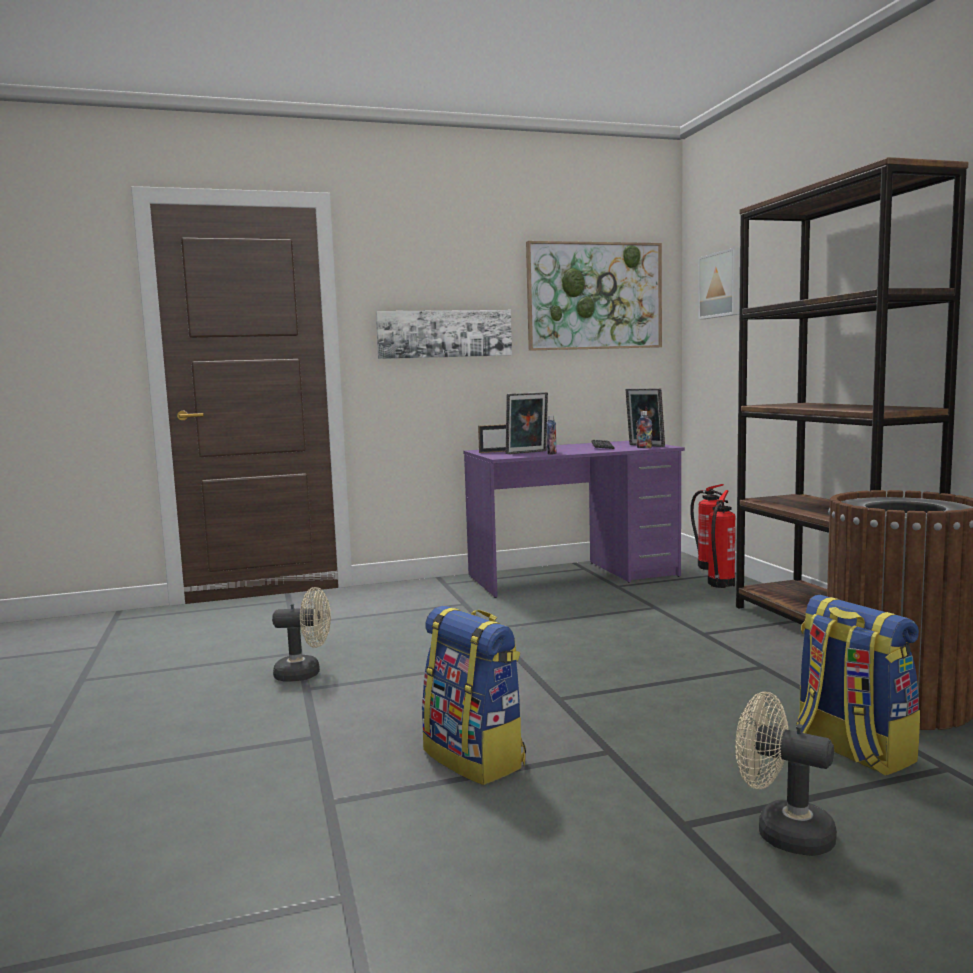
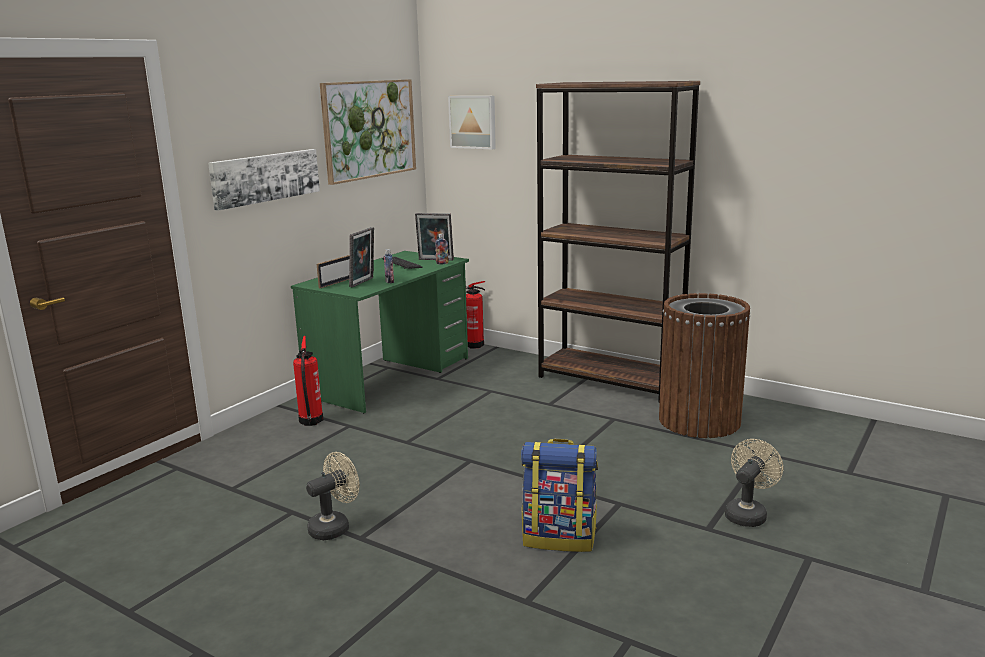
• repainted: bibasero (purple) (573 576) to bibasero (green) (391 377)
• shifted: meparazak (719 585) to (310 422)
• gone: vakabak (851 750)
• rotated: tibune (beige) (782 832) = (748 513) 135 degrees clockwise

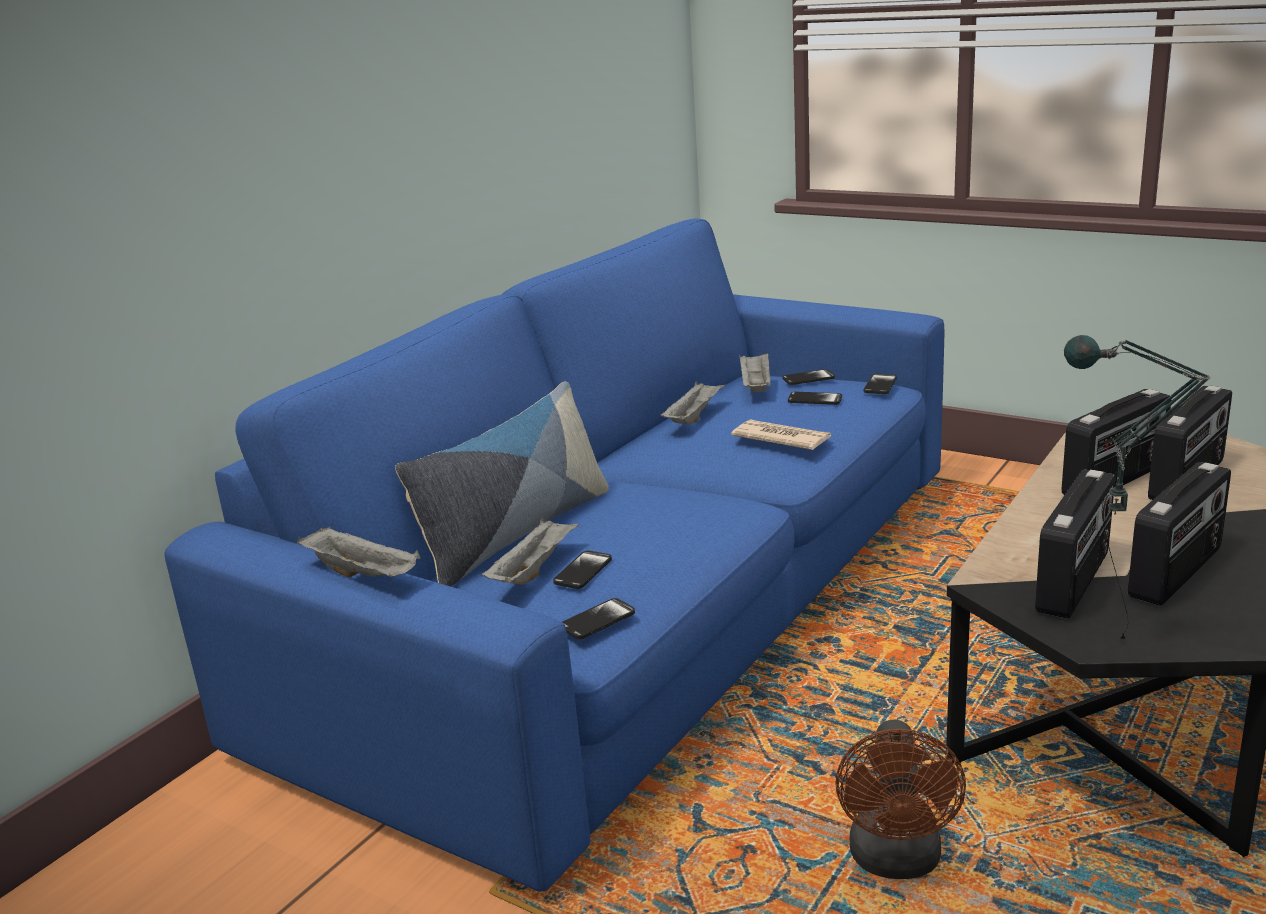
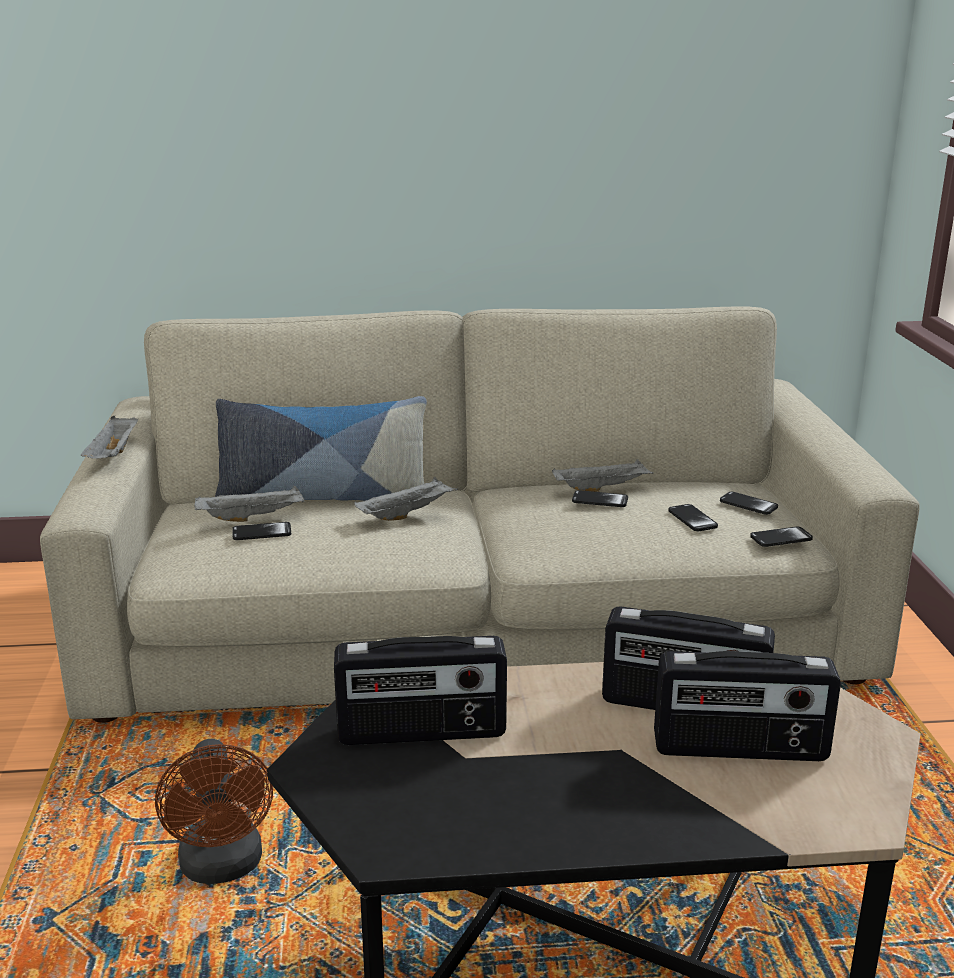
• repainted: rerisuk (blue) (642 599) to rerisuk (beige) (476 622)
• gone: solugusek (1108 650)
• shifted: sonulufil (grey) (755 386) to (407 514)
• gone: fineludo (781 438)
• gone: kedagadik (1177 573)
• shifted: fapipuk (597 620) to (600 500)
• rotated: tibune (brown) (896 862) = (223 868) 75 degrees counterclockwise

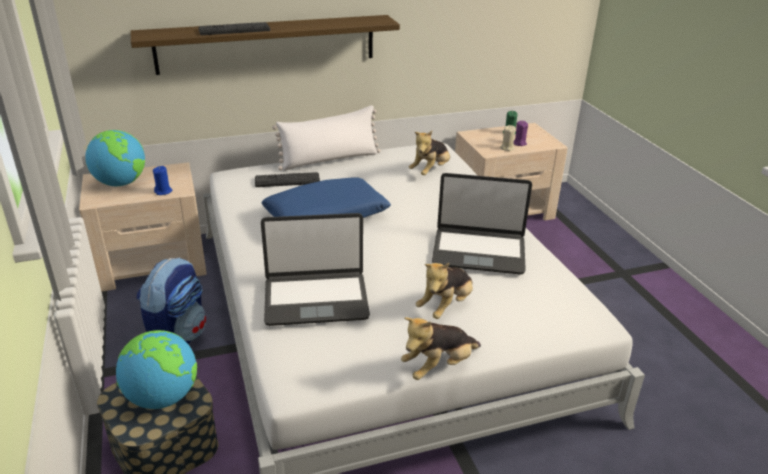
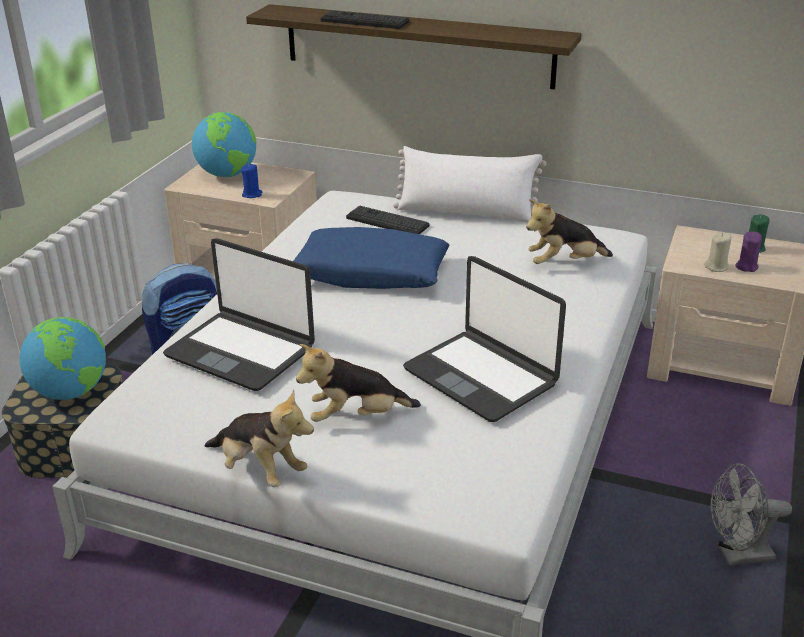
• rotated: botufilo (439 366) = (260 469) 150 degrees counterclockwise
• new: tibune (grey) (737 555)

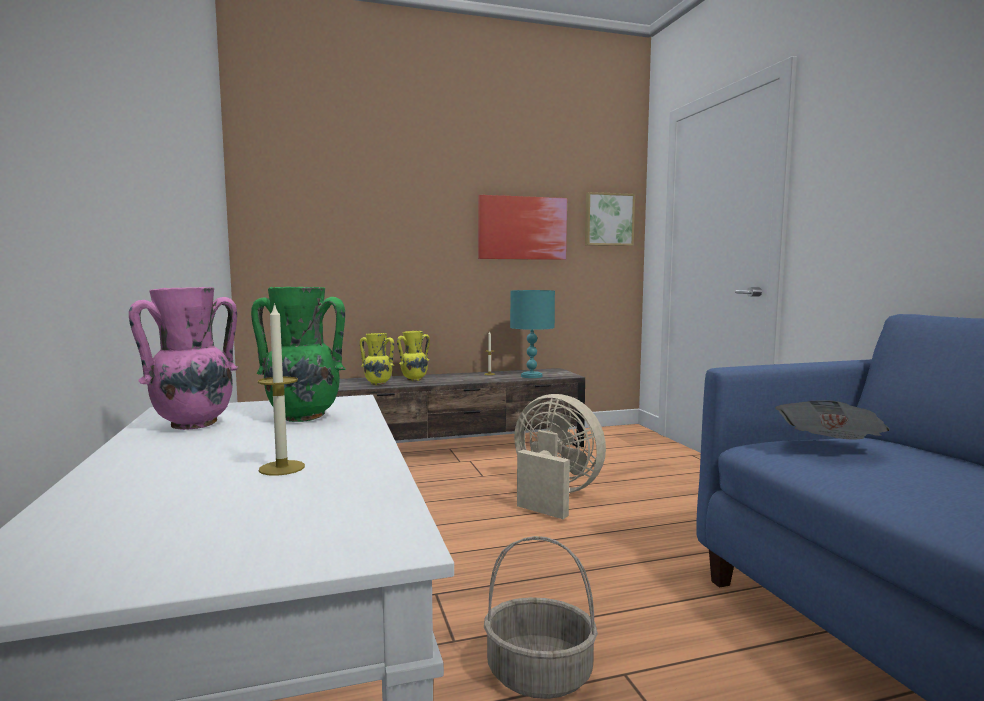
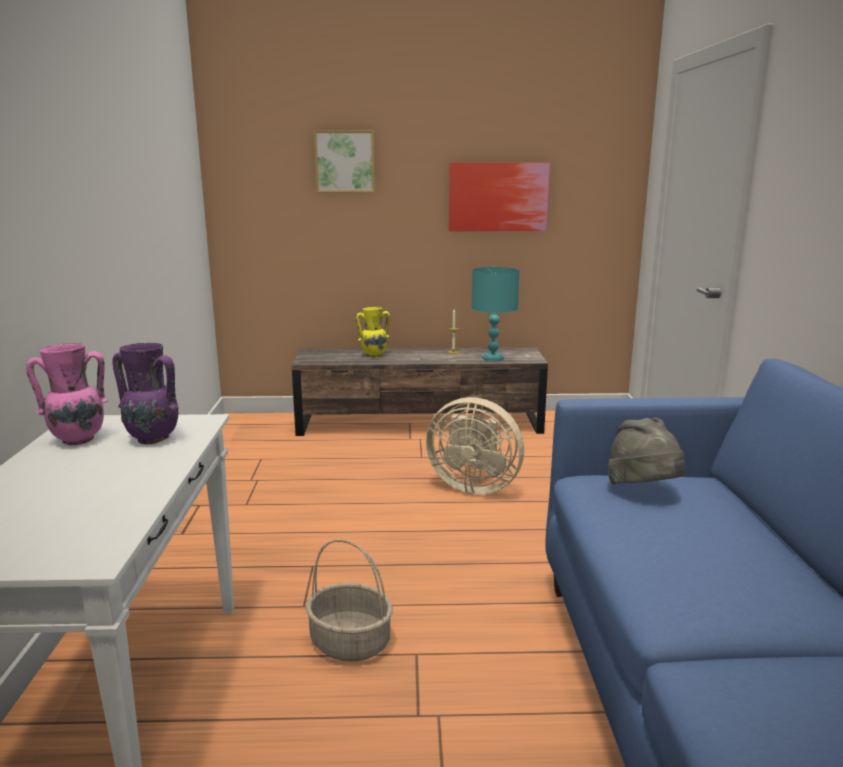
• shifted: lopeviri (608 219) to (345 161)
• repainted: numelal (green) (302 417) to numelal (purple) (152 439)
• gone: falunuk (282 468)
• gone: numelal (yellow) (377 384)
• rotated: tibune (beige) (553 495) = (473 486) 150 degrees clockwise
• swapped: fineludo (829 448) to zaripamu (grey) (643 491)

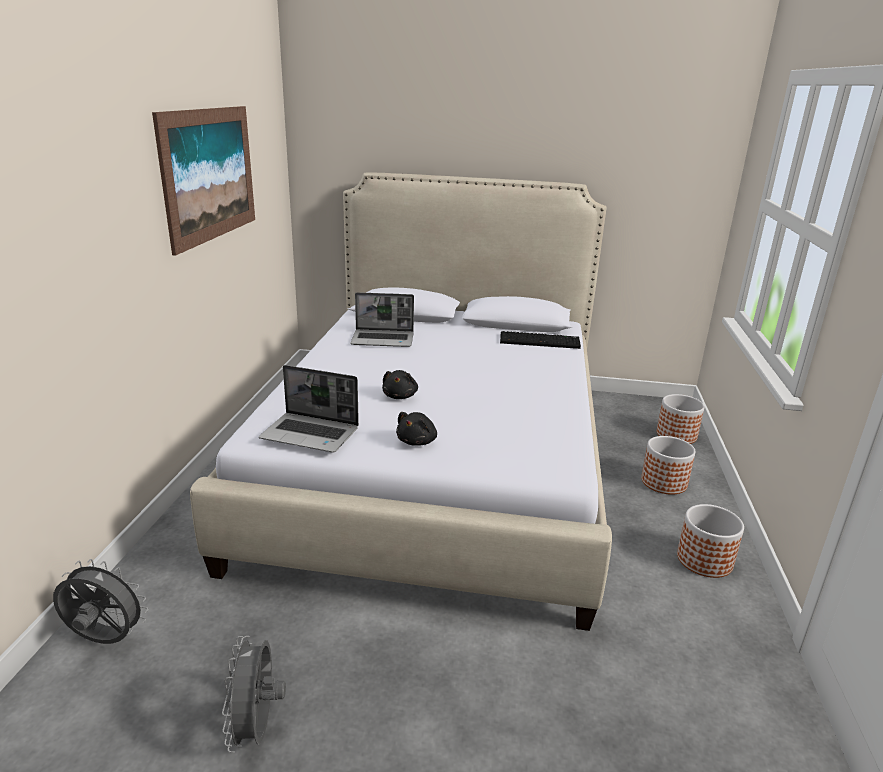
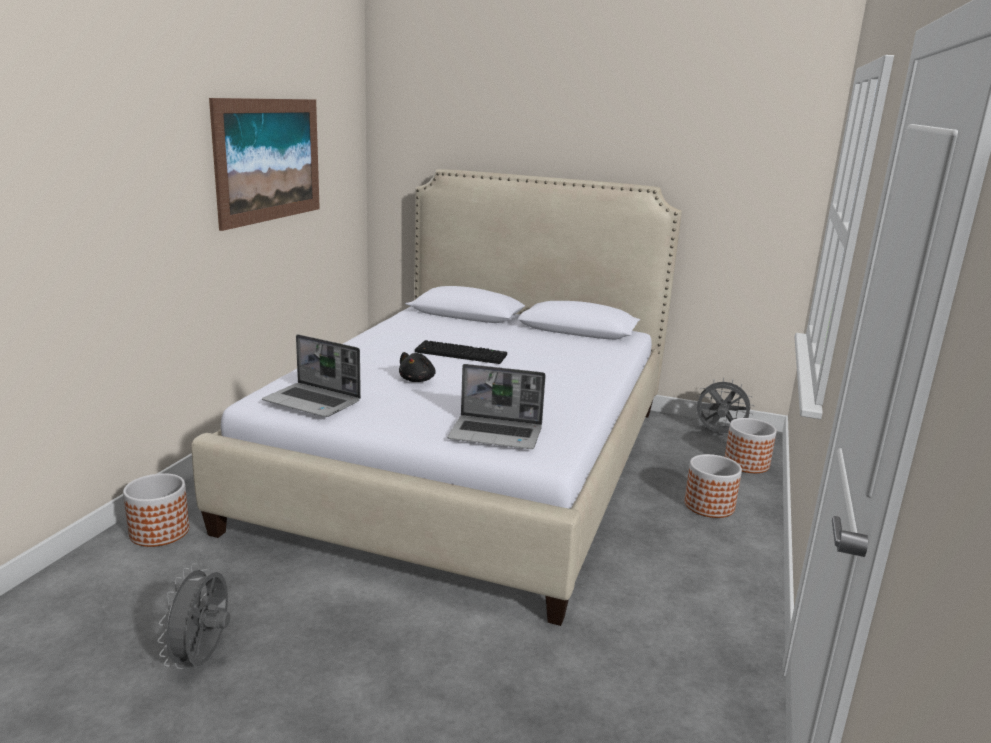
• shifted: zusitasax (383 339) to (497 434)
• shifted: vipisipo (540 341) to (462 353)
• gone: botufilo (black) (417 441)
• shifted: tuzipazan (704 560) to (159 532)
• shifted: tibune (grey) (104 640) to (718 433)

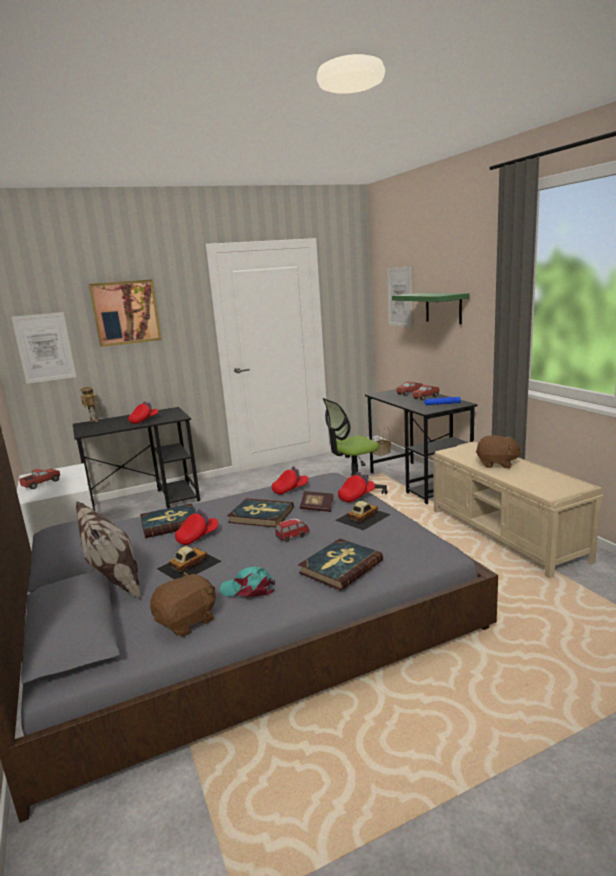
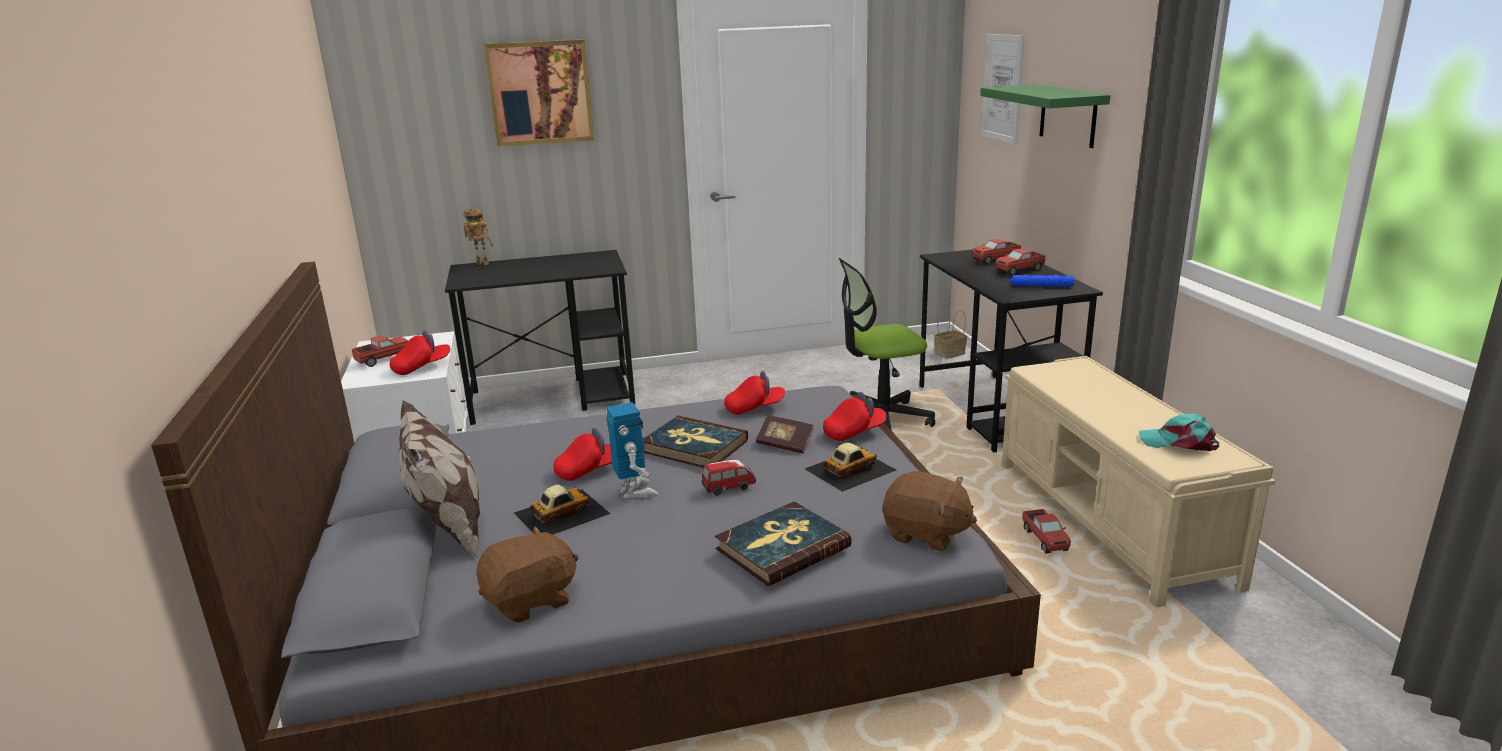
• gone: lopeviri (45 347)
• shifted: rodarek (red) (144 420) to (422 367)
• shifted: botufilo (brown) (497 464) to (926 534)
• gone: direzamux (170 523)
• shifted: rodarek (turquoise) (248 589) to (1179 442)
• new: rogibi (635 492)
• new: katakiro (1044 540)

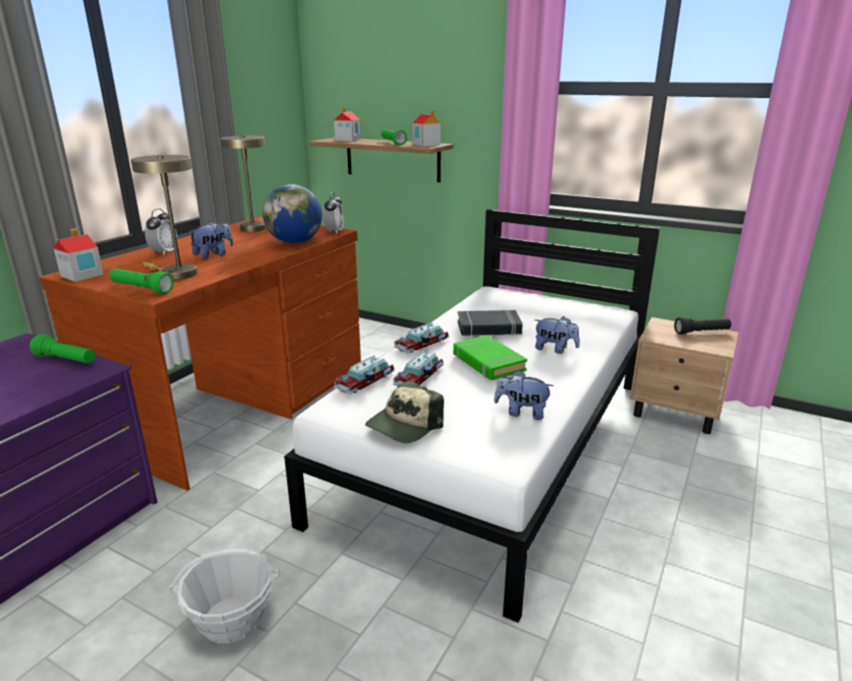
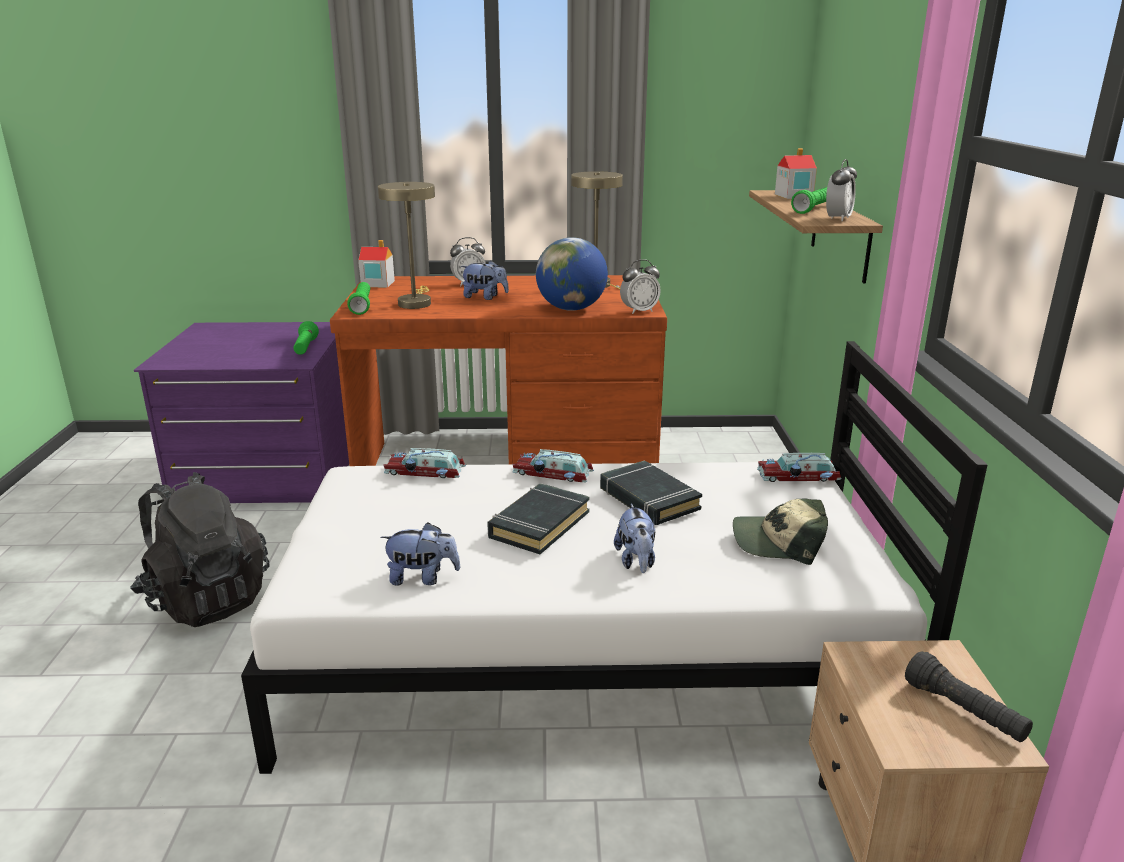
• swapped: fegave (426 144) to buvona (838 219)
• repainted: direzamux (green) (488 362) to direzamux (black) (539 524)
• shifted: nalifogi (420 376) to (799 477)
• rotated: botufilo (521 412) = (422 578) 105 degrees clockwise
• shifted: rodarek (404 425) to (778 542)
• swapped: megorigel (232 619) to vakabak (black) (206 599)

